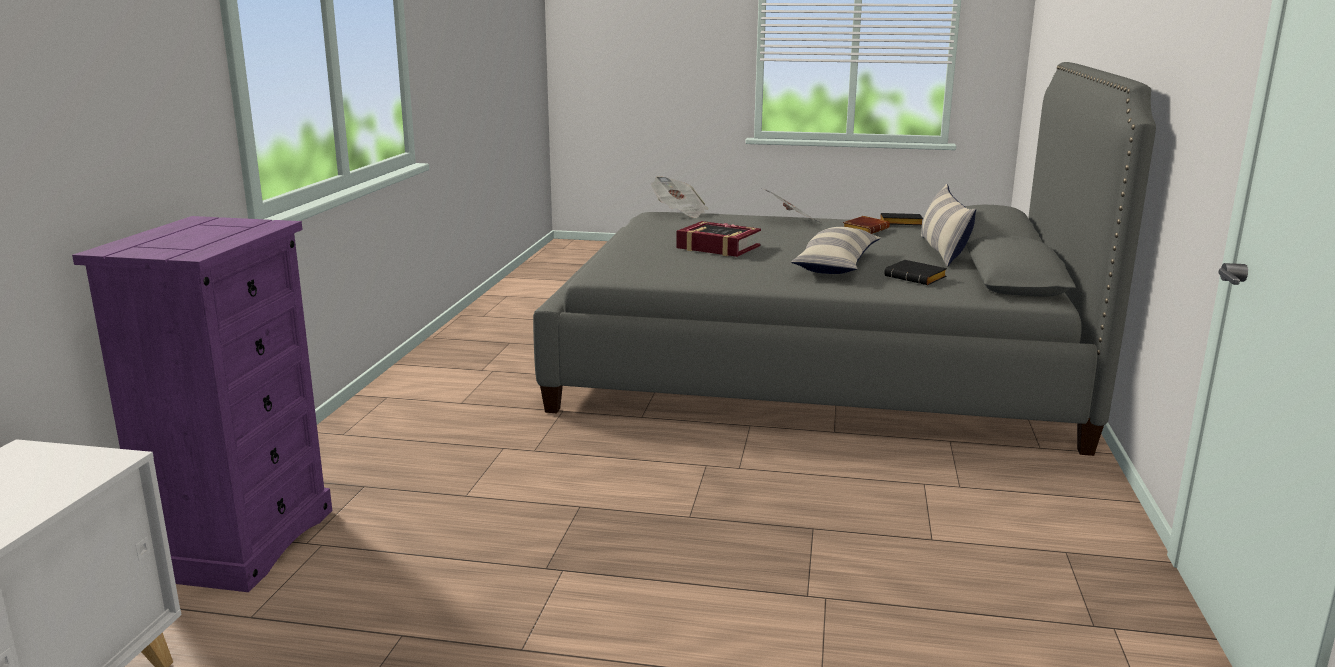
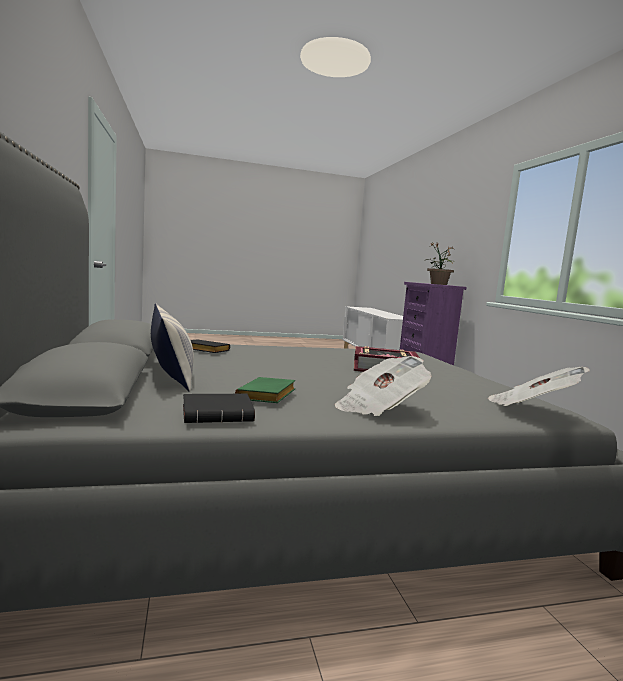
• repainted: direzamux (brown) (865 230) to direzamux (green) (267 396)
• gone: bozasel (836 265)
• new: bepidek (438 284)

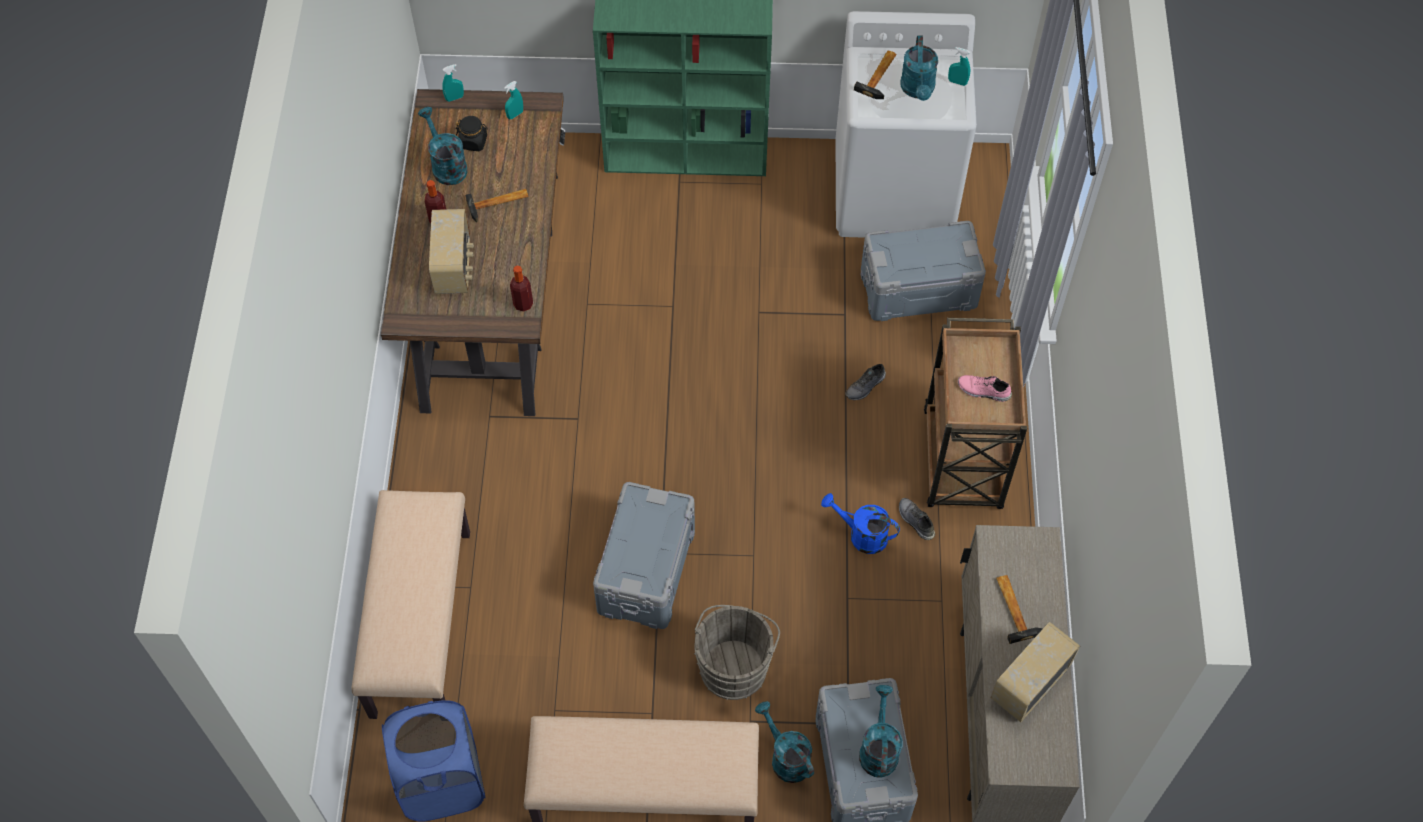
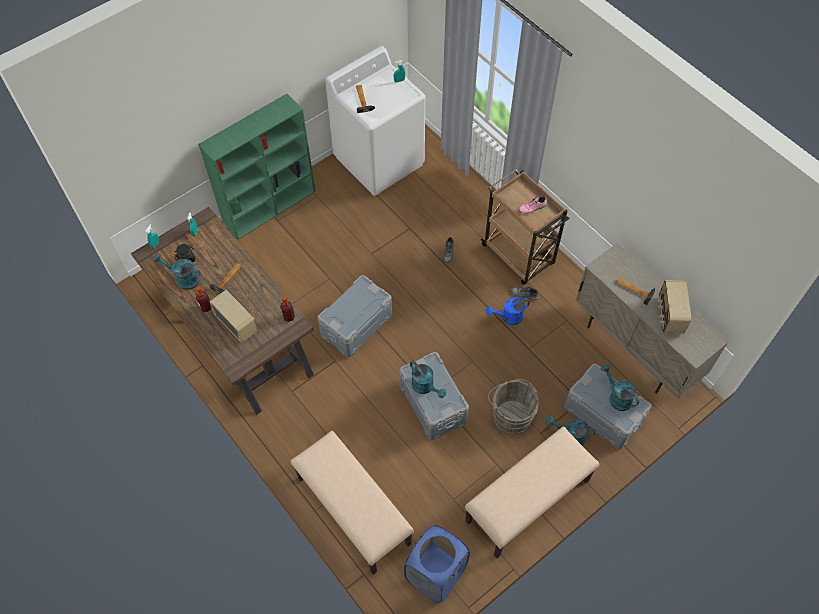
• shifted: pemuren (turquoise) (918 90) to (425 387)
• shifted: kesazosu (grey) (919 290) to (357 325)

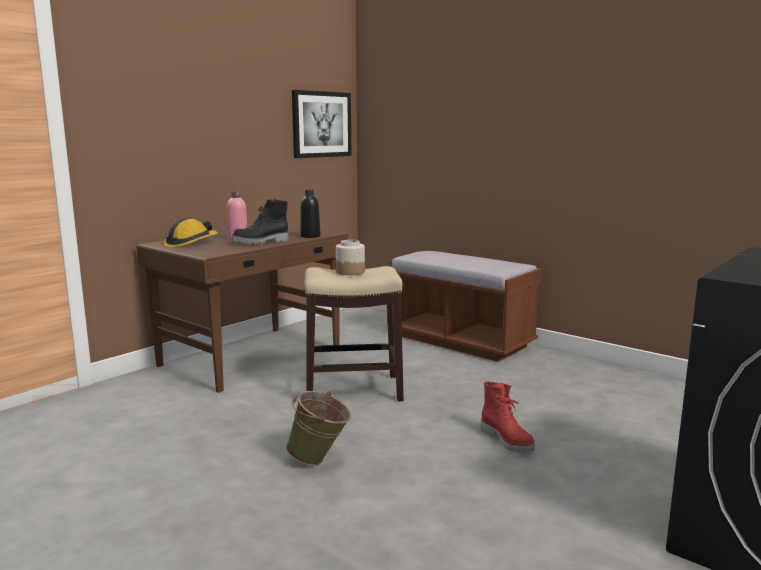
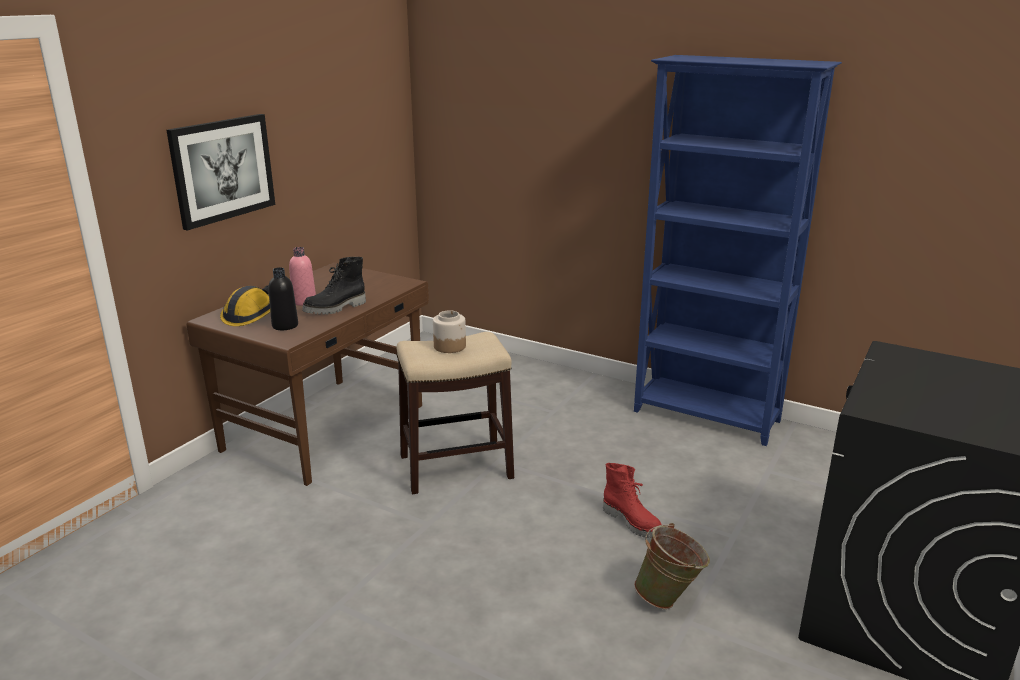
• shifted: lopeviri (321 124) to (222 169)
• shifted: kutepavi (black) (310 236) to (285 326)
• gone: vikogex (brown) (461 341)
• shifted: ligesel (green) (320 460) to (669 599)
• new: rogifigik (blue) (707 417)

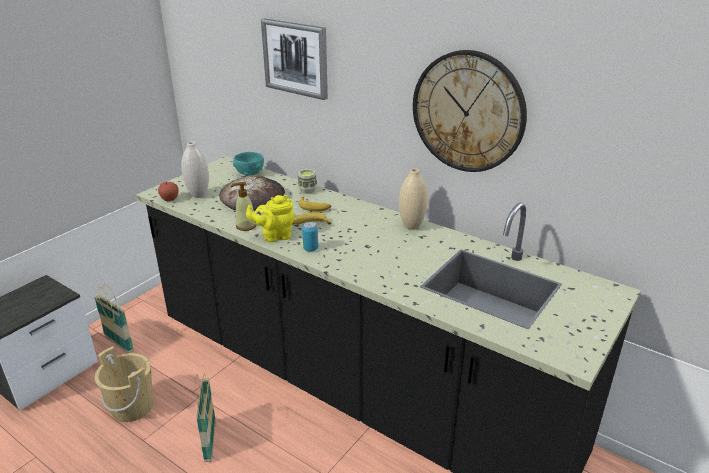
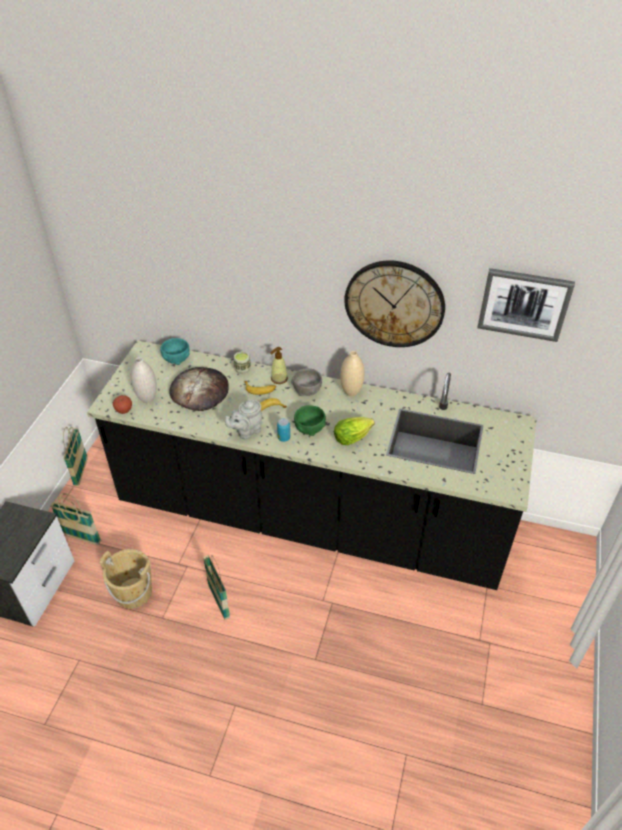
• shifted: lopeviri (295 58) to (524 304)
• shifted: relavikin (246 226) to (279 379)
• repainted: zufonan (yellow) (275 236) to zufonan (grey) (246 431)
• new: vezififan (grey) (307 390)
• new: vezififan (green) (310 429)
• new: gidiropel (354 437)
• new: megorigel (81 472)

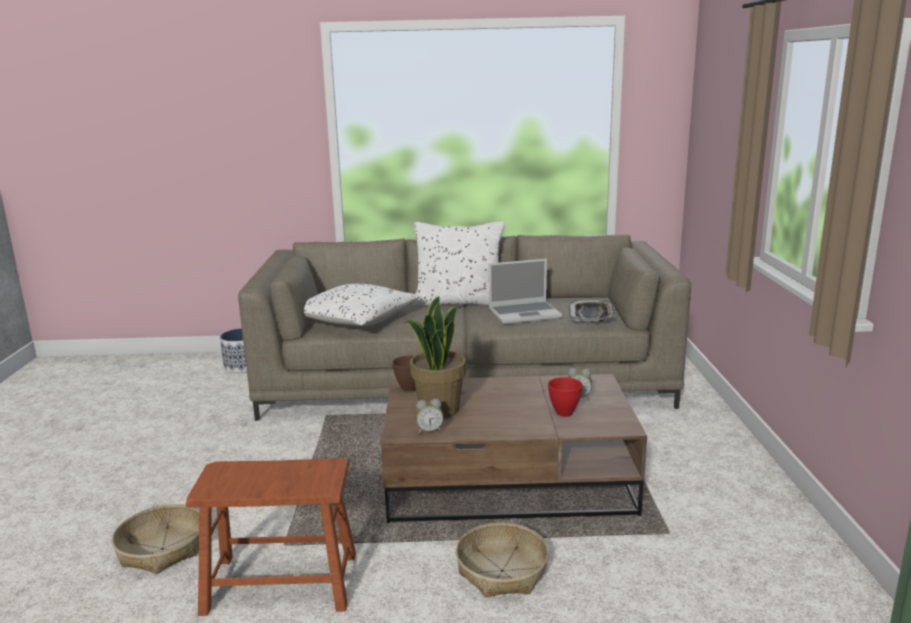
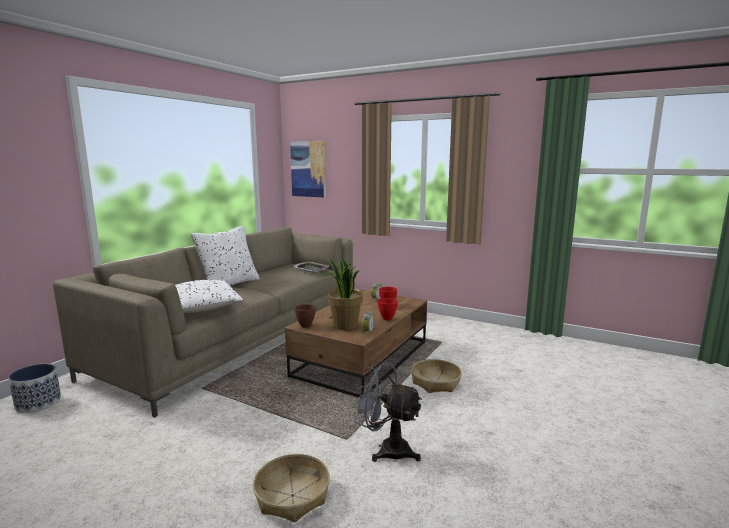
• gone: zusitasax (525 314)
• swapped: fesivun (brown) (281 583) to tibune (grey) (387 449)
• new: lopeviri (308 169)
• new: vezififan (red) (387 318)

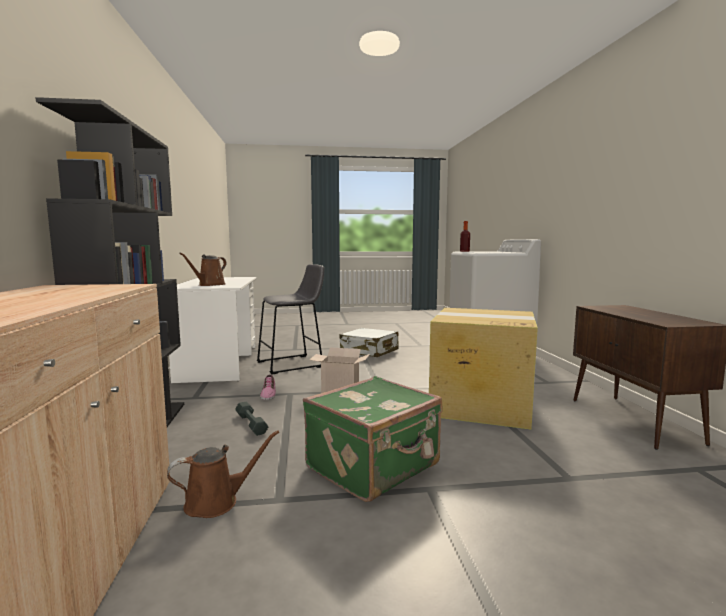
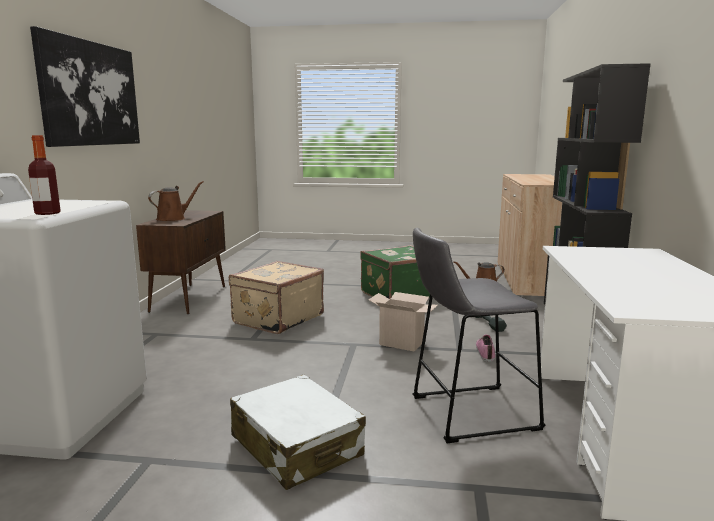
• shifted: pemuren (brown) (209 285) to (173 218)
• swapped: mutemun (479 405) to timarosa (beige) (277 319)
• new: lopeviri (90 94)

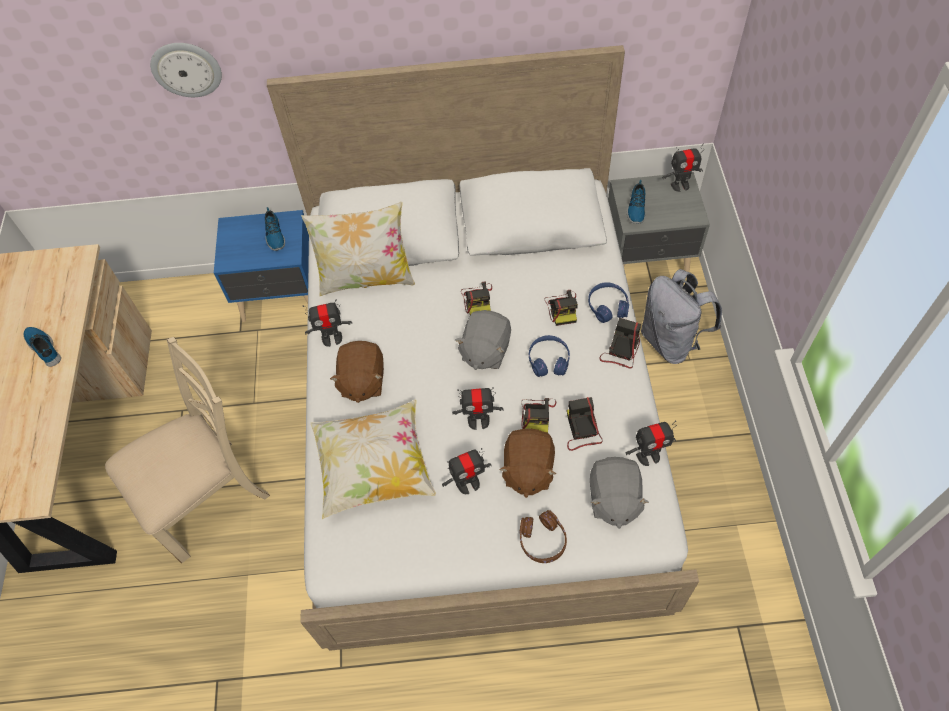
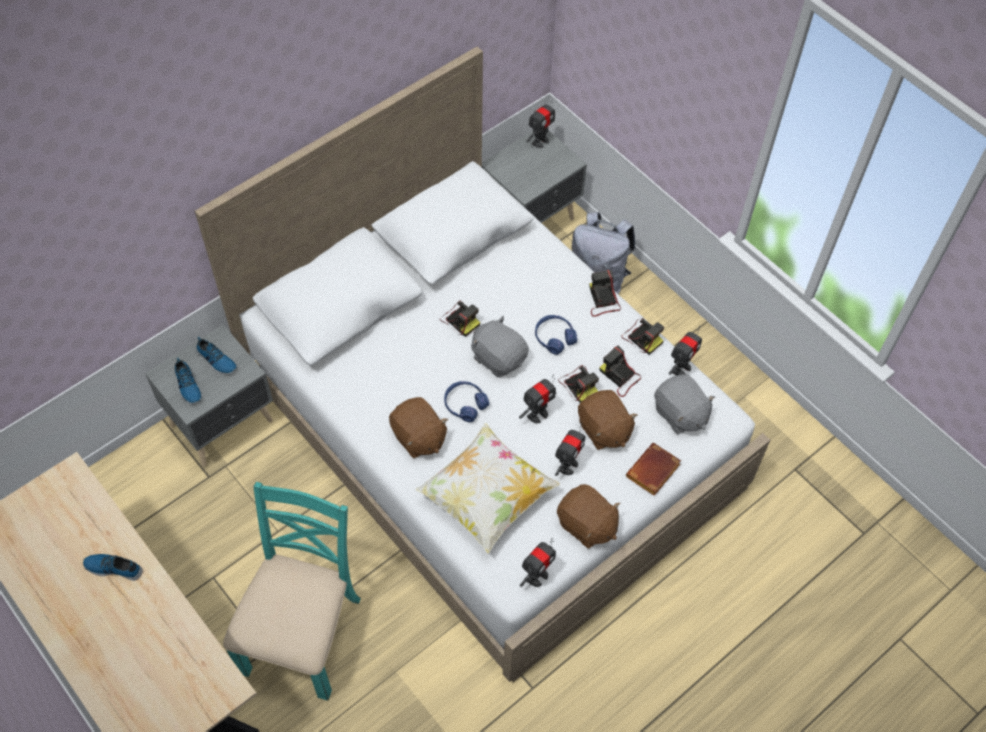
• gone: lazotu (186 69)
• shifted: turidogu (636 208) to (187 386)
• gone: bozasel (366 278)
• repainted: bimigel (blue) (282 297) to bimigel (grey) (224 423)
• shifted: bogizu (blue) (607 306) to (465 404)
• shifted: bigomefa (562 308) to (642 337)
• shifted: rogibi (332 338) to (537 576)
• rotated: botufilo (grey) (485 351) = (498 357) 150 degrees clockwise
• repainted: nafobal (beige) (207 496) to nafobal (turquoise) (303 634)
• swapped: bogizu (brown) (542 540) to direzamux (brown) (653 473)
• new: botufilo (brown) (586 525)

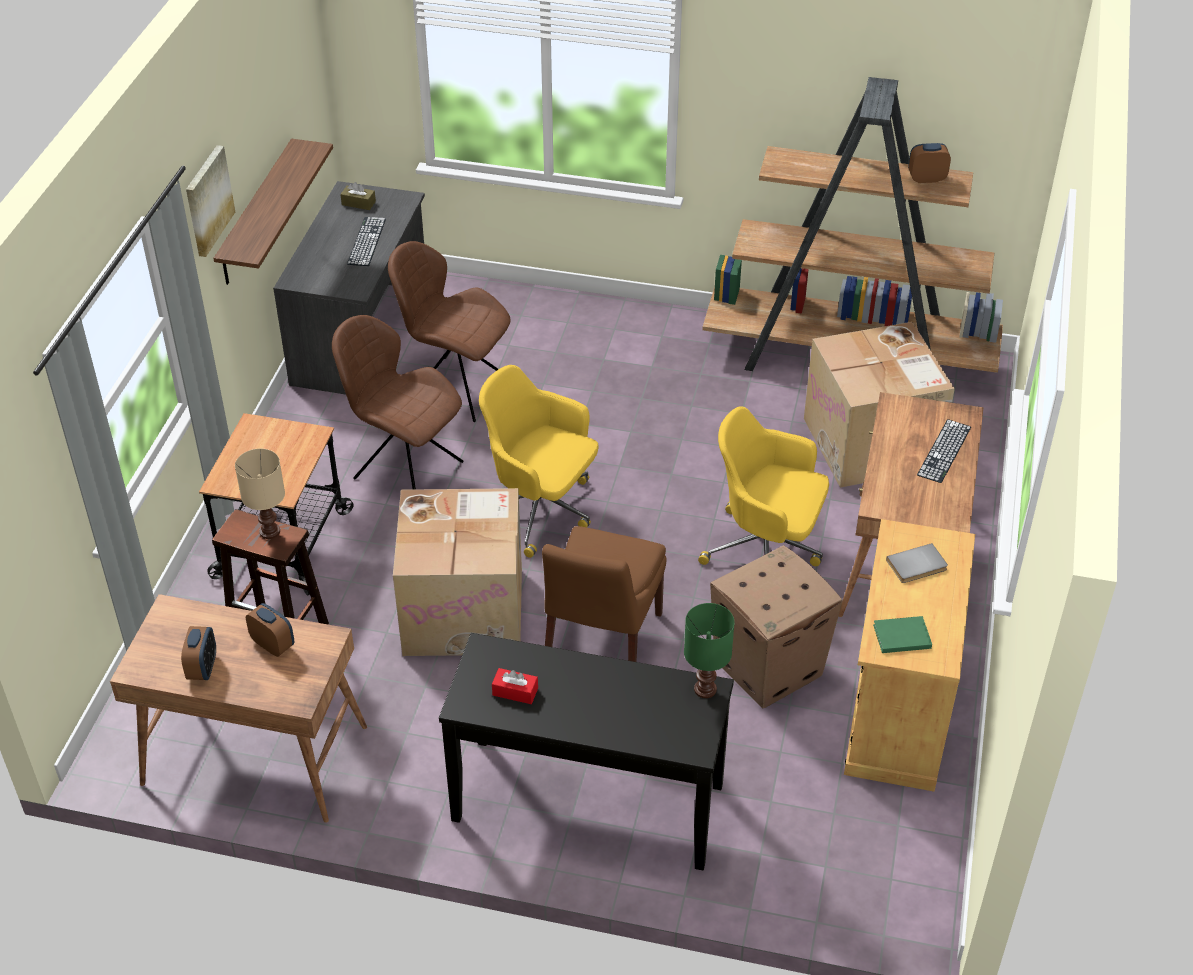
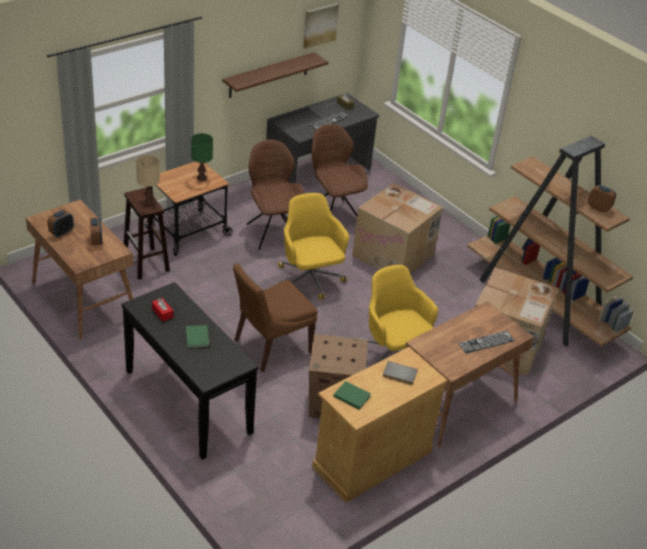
• shifted: lopeviri (207 200) to (319 25)
• shifted: mutemun (465 610) to (394 255)
• shifted: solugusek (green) (706 690) to (201 178)
• new: direzamux (green) (196 338)

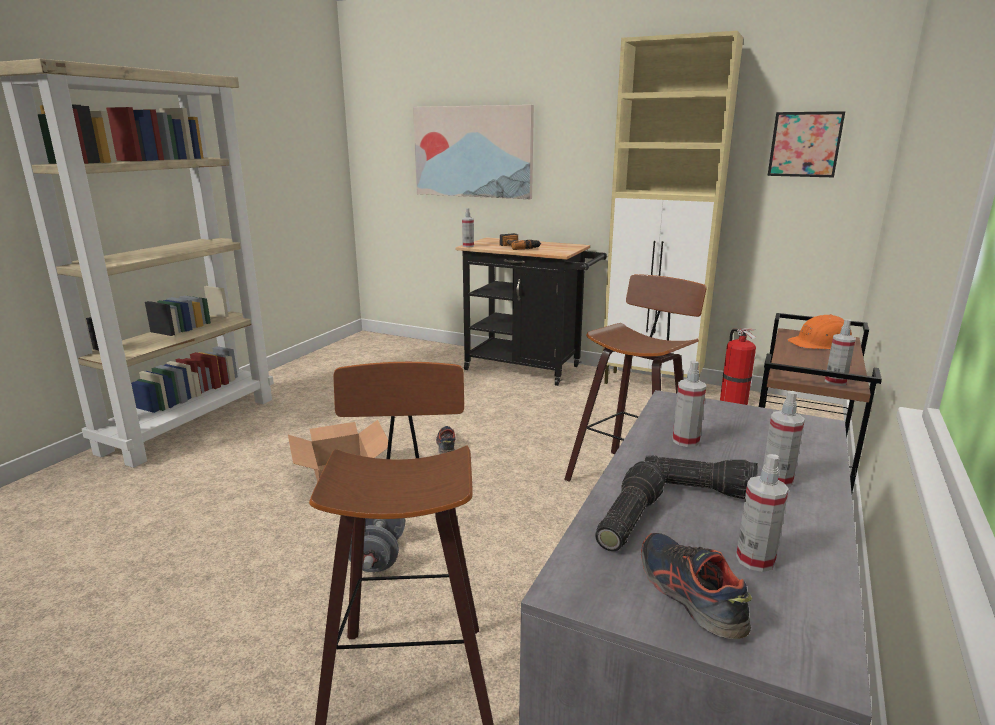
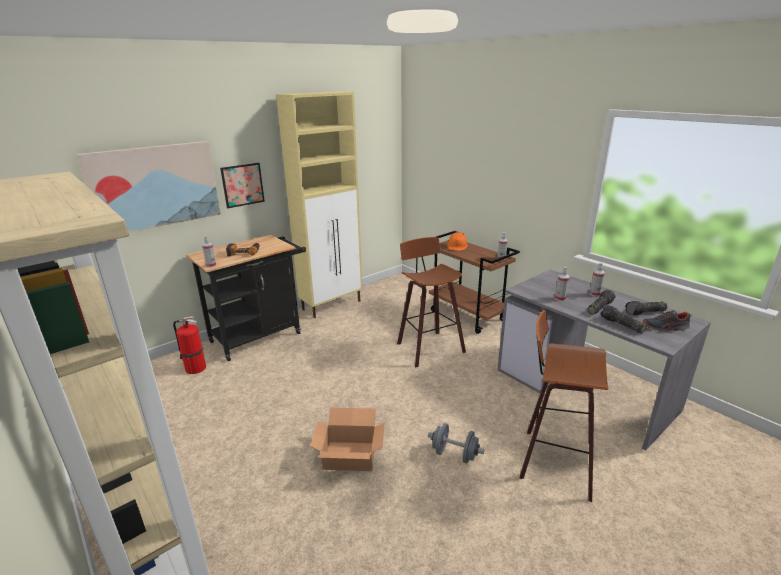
• shifted: lopeviri (805 144) to (242 185)
• shifted: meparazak (732 401) to (194 368)
• gone: turidogu (446 445)
• swapped: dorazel (755 559) to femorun (645 313)

